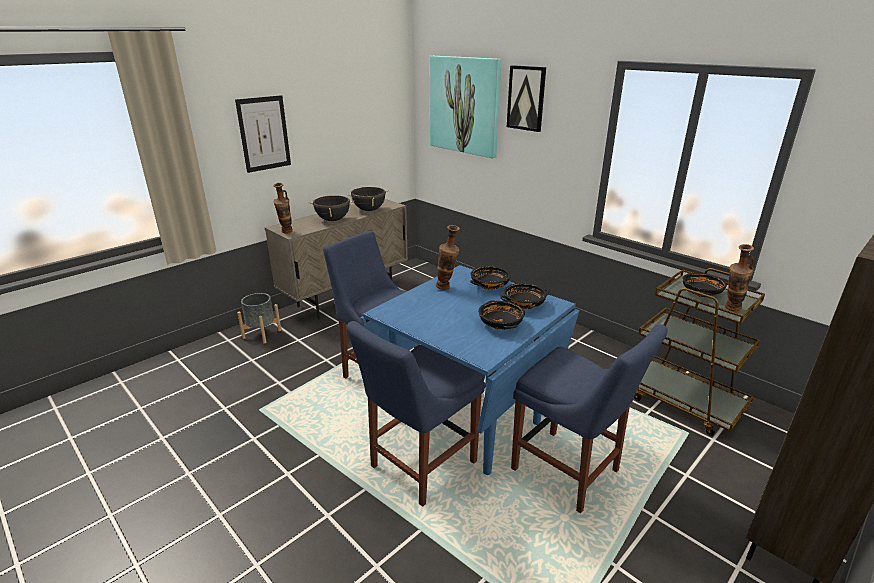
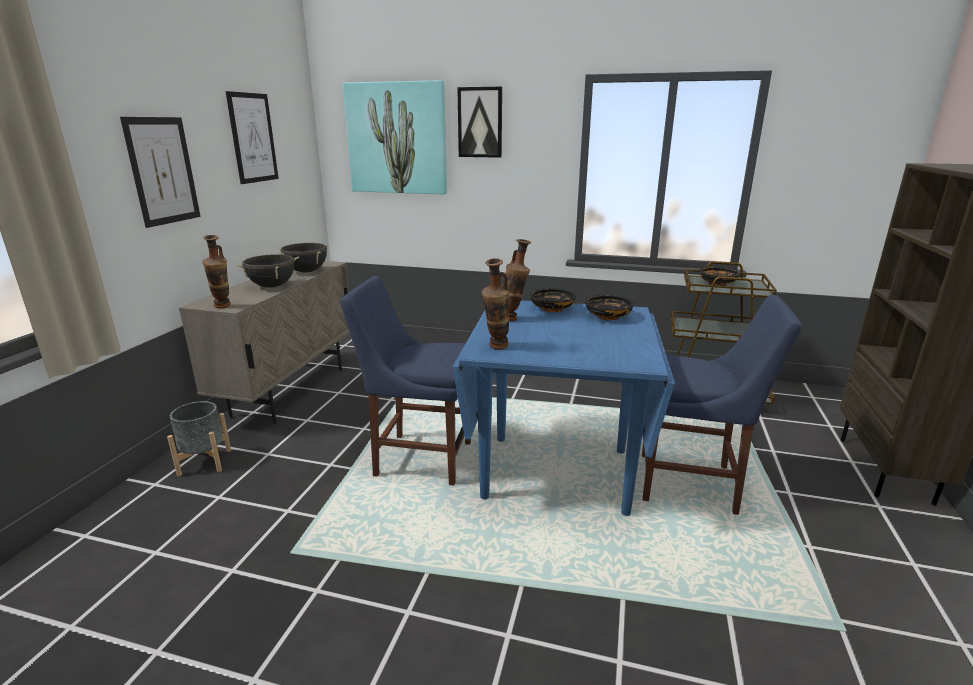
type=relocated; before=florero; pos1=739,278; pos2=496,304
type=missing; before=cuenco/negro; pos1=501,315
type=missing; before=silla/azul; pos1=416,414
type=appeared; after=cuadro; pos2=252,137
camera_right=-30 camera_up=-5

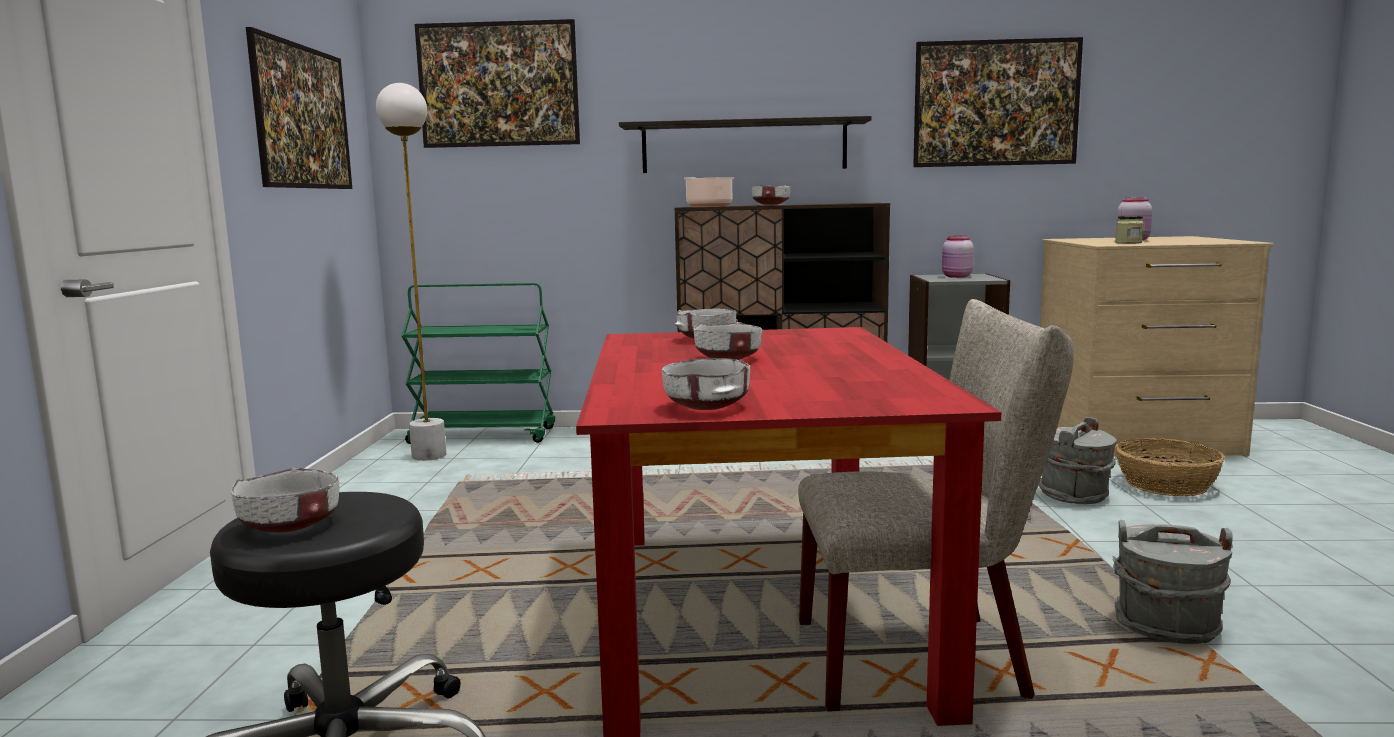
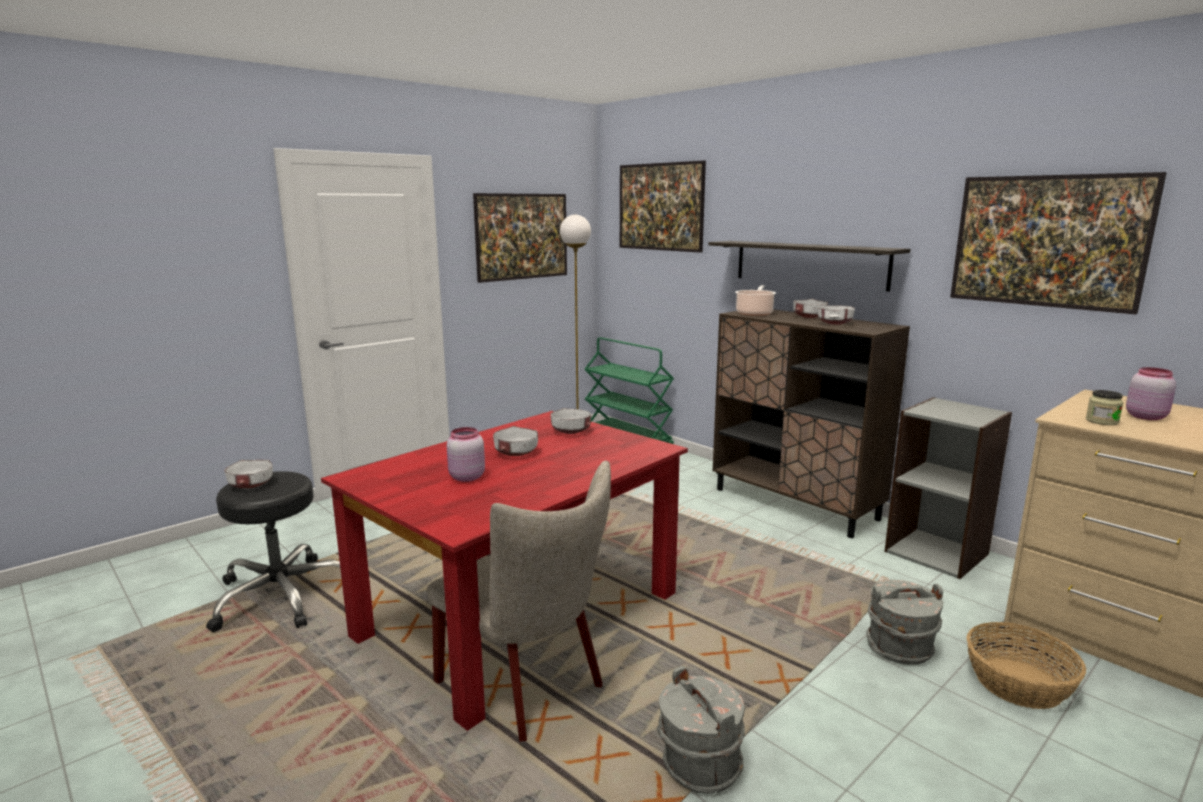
type=relocated; before=tarro/rosa; pos1=958,257; pos2=466,454
type=relocated; before=cuenco/blanco; pos1=706,384; pos2=836,315
camera_right=45 camera_up=5

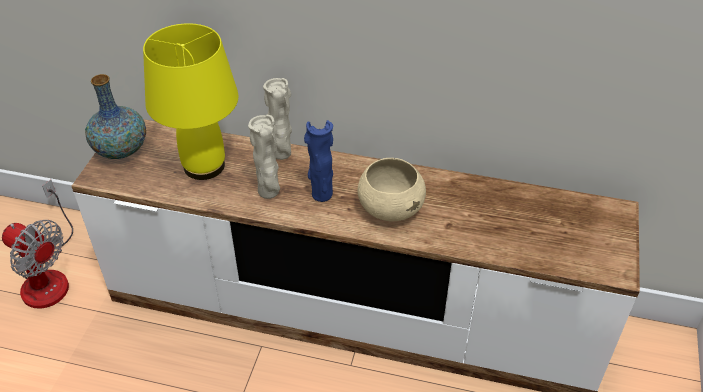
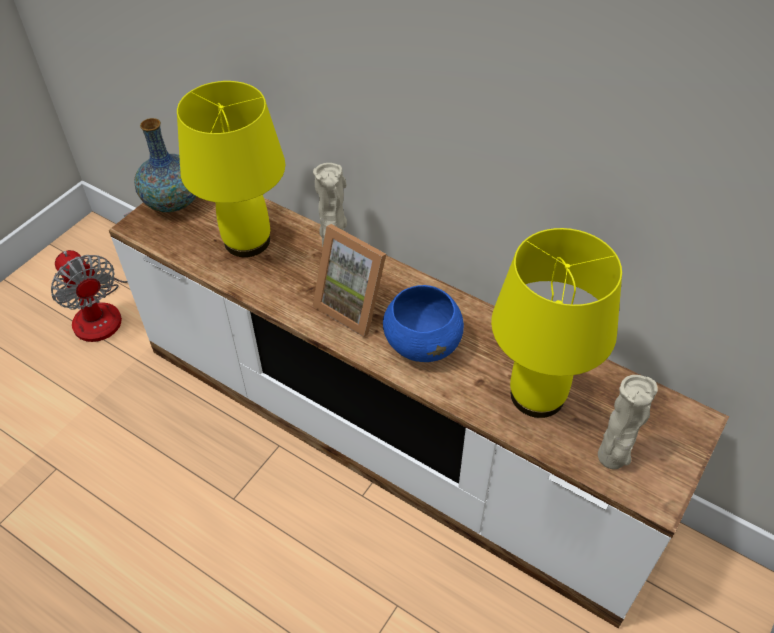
type=relocated; before=florero/beis; pos1=264,156; pos2=628,422
type=exchanged; before=florero/azul; after=portarretratos; pos1=318,161; pos2=349,280
type=colour; before=cuenco/beis; after=cuenco/azul; pos1=392,189; pos2=423,323
type=appeared; after=lámpara de mesa/amarillo; pos2=556,323
camera_right=20 camera_up=5

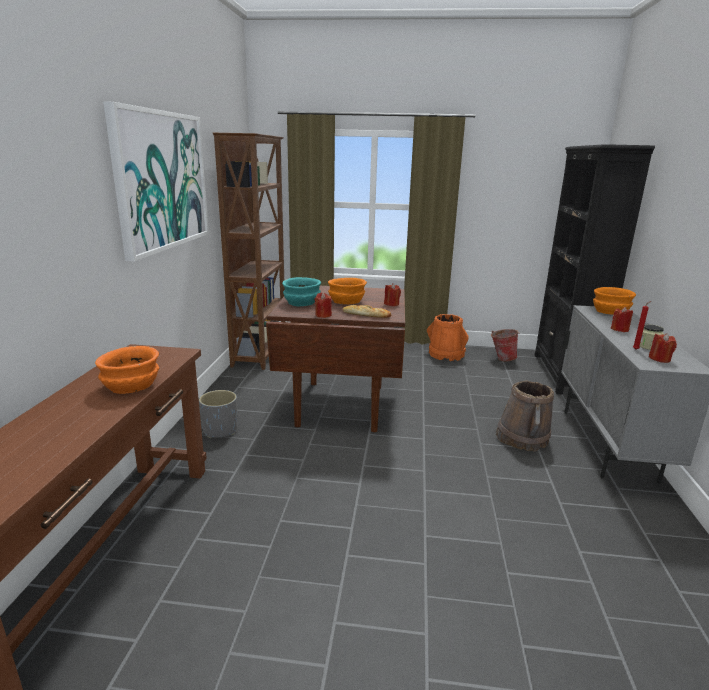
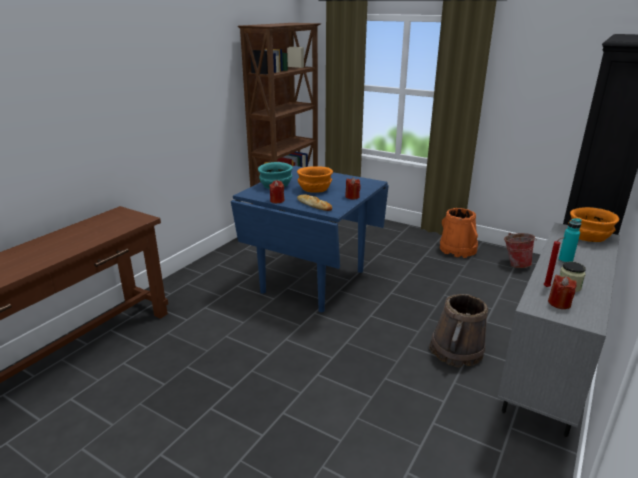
type=missing; before=cuadro; pos1=156,182
type=colour; before=mesa de comedor/marrón; after=mesa de comedor/azul; pos1=335,359; pos2=310,239
type=exchanged; before=vela/rojo; after=botella/turquesa; pos1=622,319; pos2=570,240
type=missing; before=cuenco/naranja; pos1=127,370
type=missing; before=maceta/gris; pos1=218,414
camera_right=25 camera_up=5

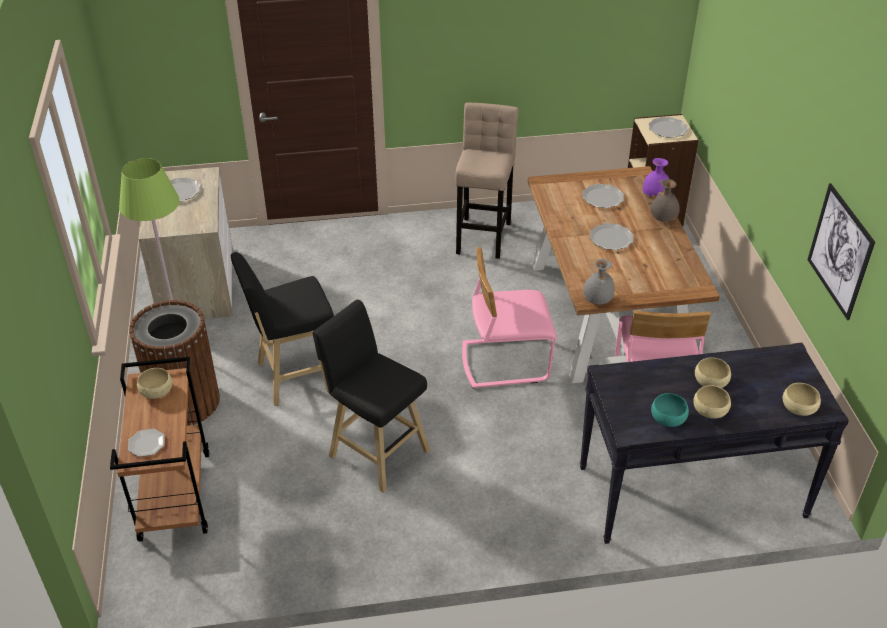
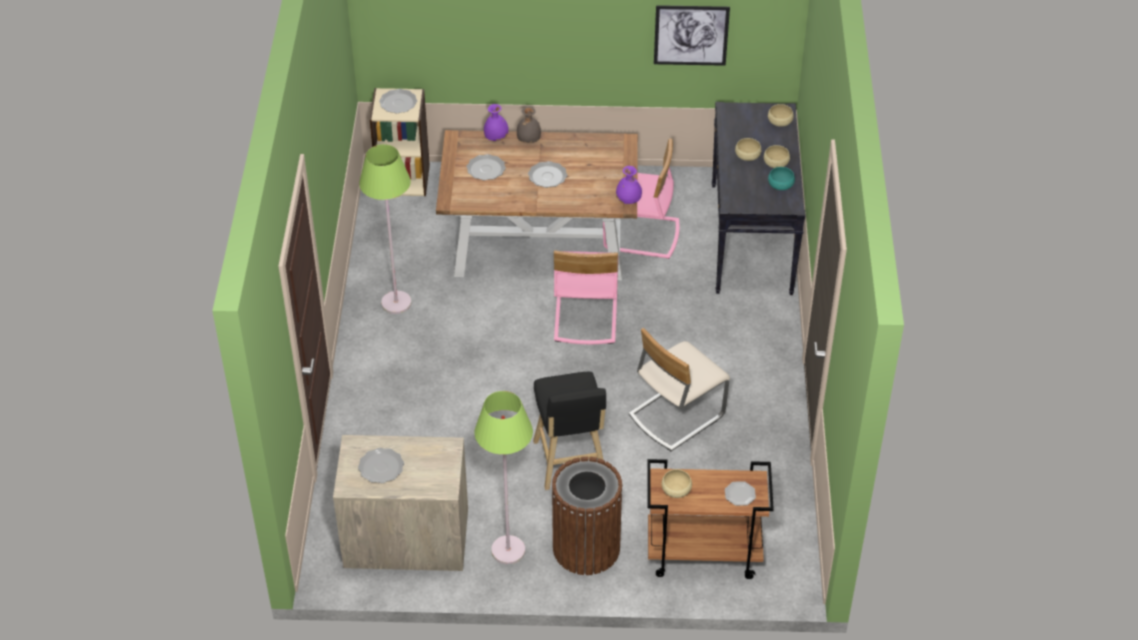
type=exchanged; before=taburete/beis; after=lámpara de pie/verde; pos1=487,181; pos2=385,229
type=colour; before=florero/gris; after=florero/morado; pos1=598,282; pos2=629,185
type=exchanged; before=taburete/negro; after=silla/beis; pos1=371,396; pos2=679,389
camera_right=-80 camera_up=5

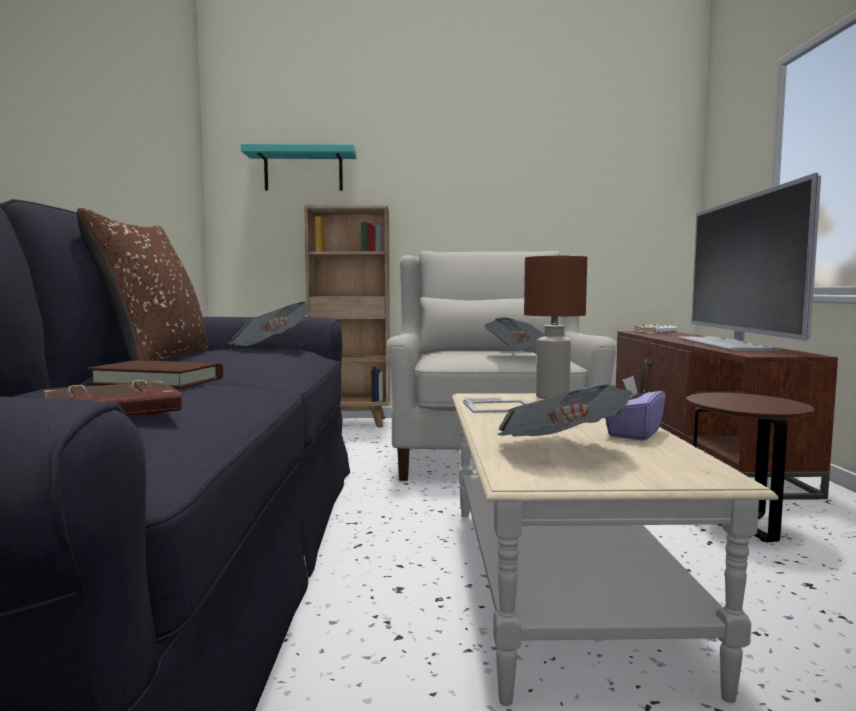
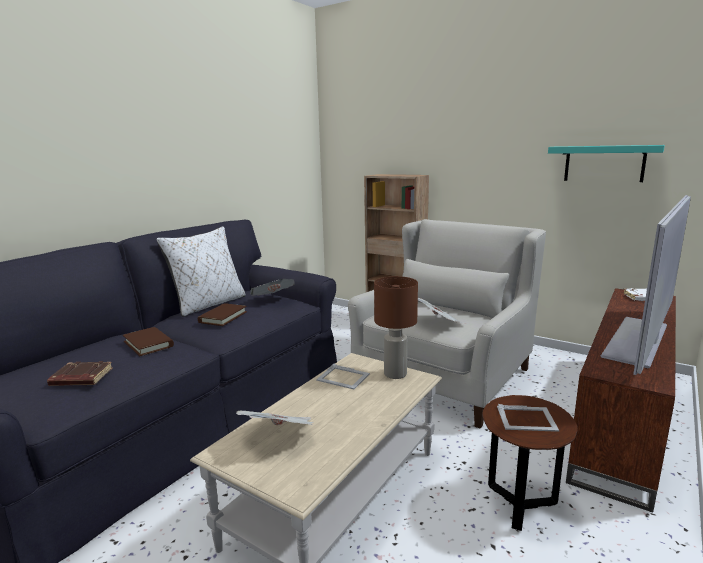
type=relocated; before=estante/turquesa; pos1=299,167; pos2=606,163
type=colour; before=cojín/marrón; after=cojín/blanco; pos1=142,284; pos2=201,272
type=missing; before=caja de pañuelos/morado; pos1=635,408
type=appeared; after=libro/marrón; pos2=222,314
type=appeared; after=portarretratos; pos2=528,418
camera_right=35 camera_up=10

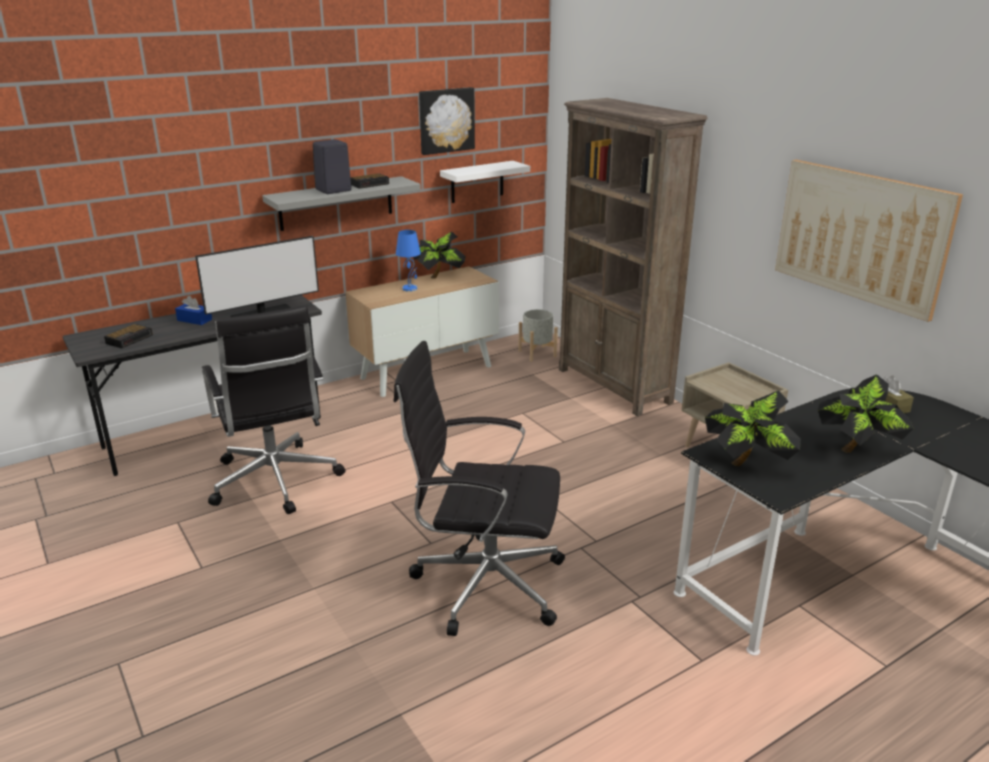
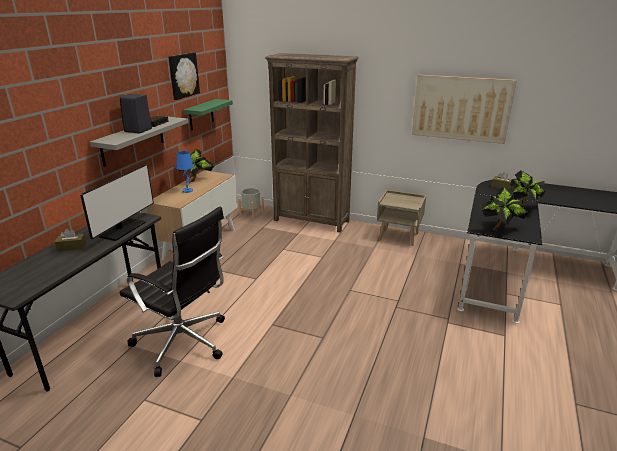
type=colour; before=estante/blanco; after=estante/verde; pos1=485,182; pos2=208,115
type=colour; before=caja de pañuelos/azul; after=caja de pañuelos/marrón; pos1=193,310; pos2=70,240
type=missing; before=despertador; pos1=128,336
type=missing; before=silla de oficina/negro; pos1=479,488
camera_right=-35 camera_up=0

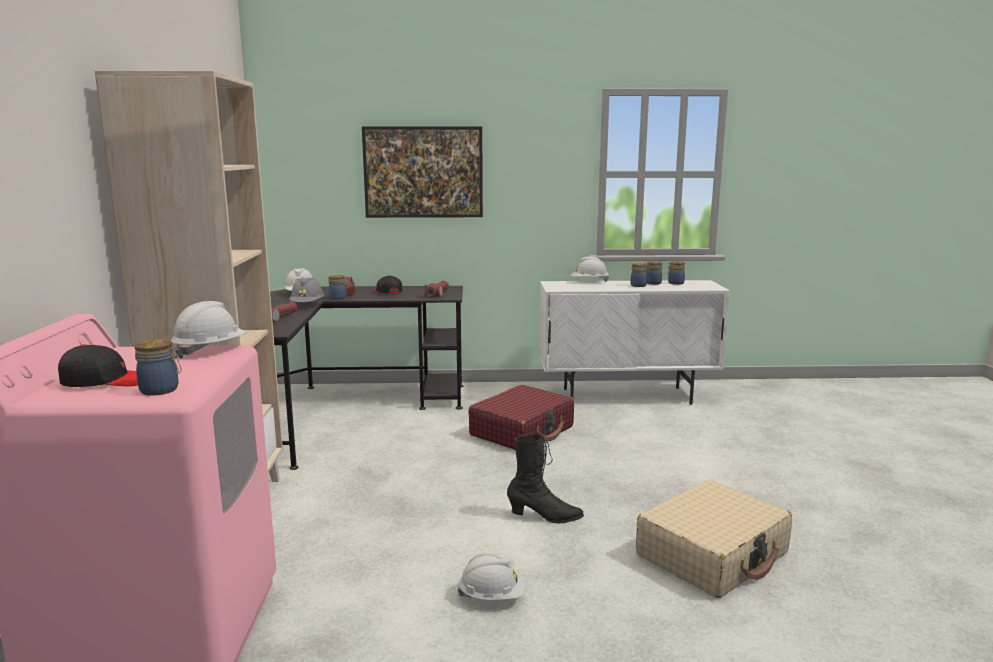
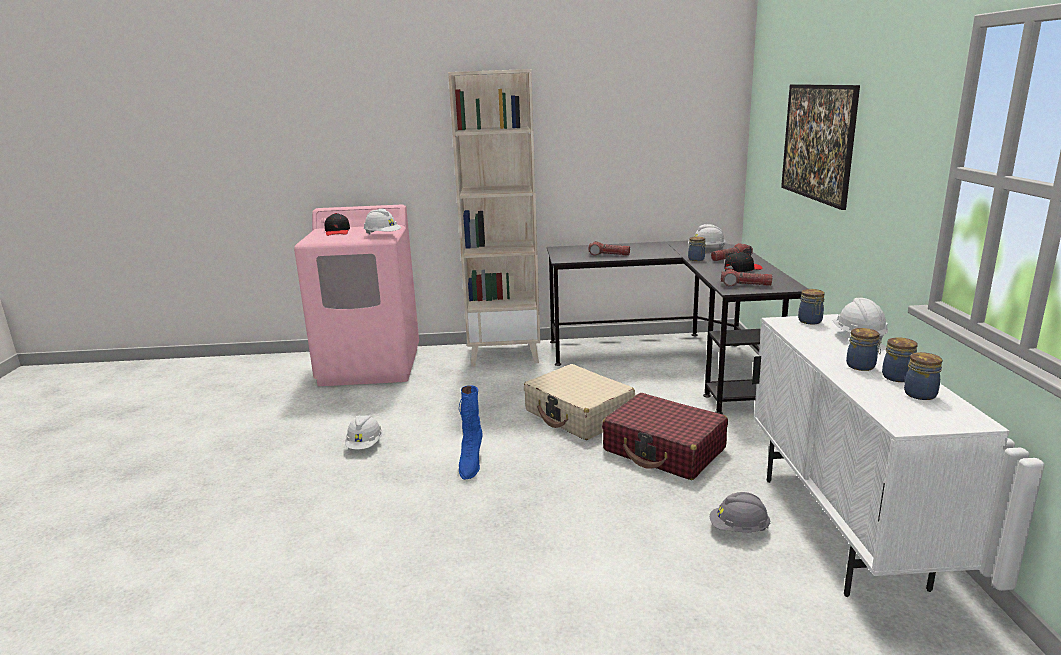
type=relocated; before=casco/gris; pos1=307,289; pos2=740,512
type=relocated; before=tarro; pos1=158,367; pos2=811,306
type=colour; before=bota/negro; after=bota/azul; pos1=545,478; pos2=471,432
type=relocated; before=maleta/beis; pos1=714,539; pos2=579,402
camera_right=90 camera_up=5

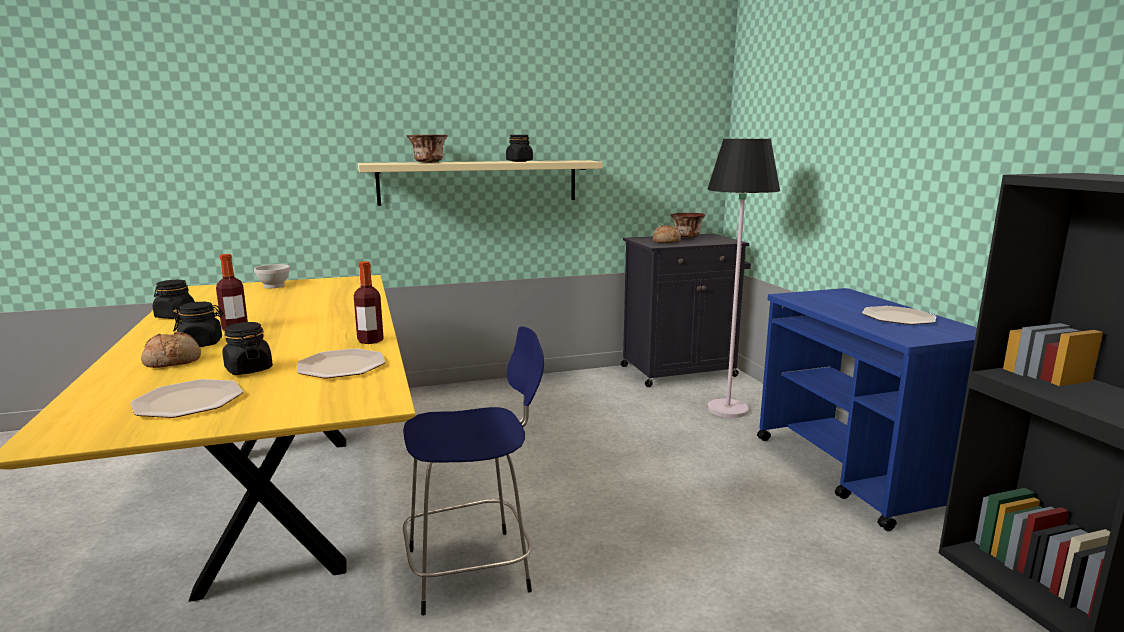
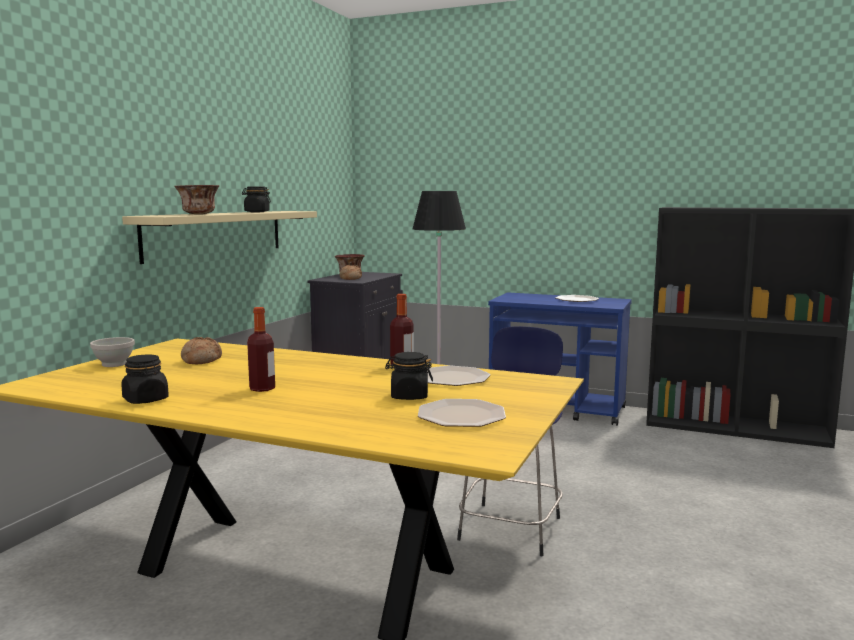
type=missing; before=tarro/negro; pos1=198,324
type=relocated; before=pan; pos1=171,349; pos2=201,350
camera_right=-50 camera_up=-5

